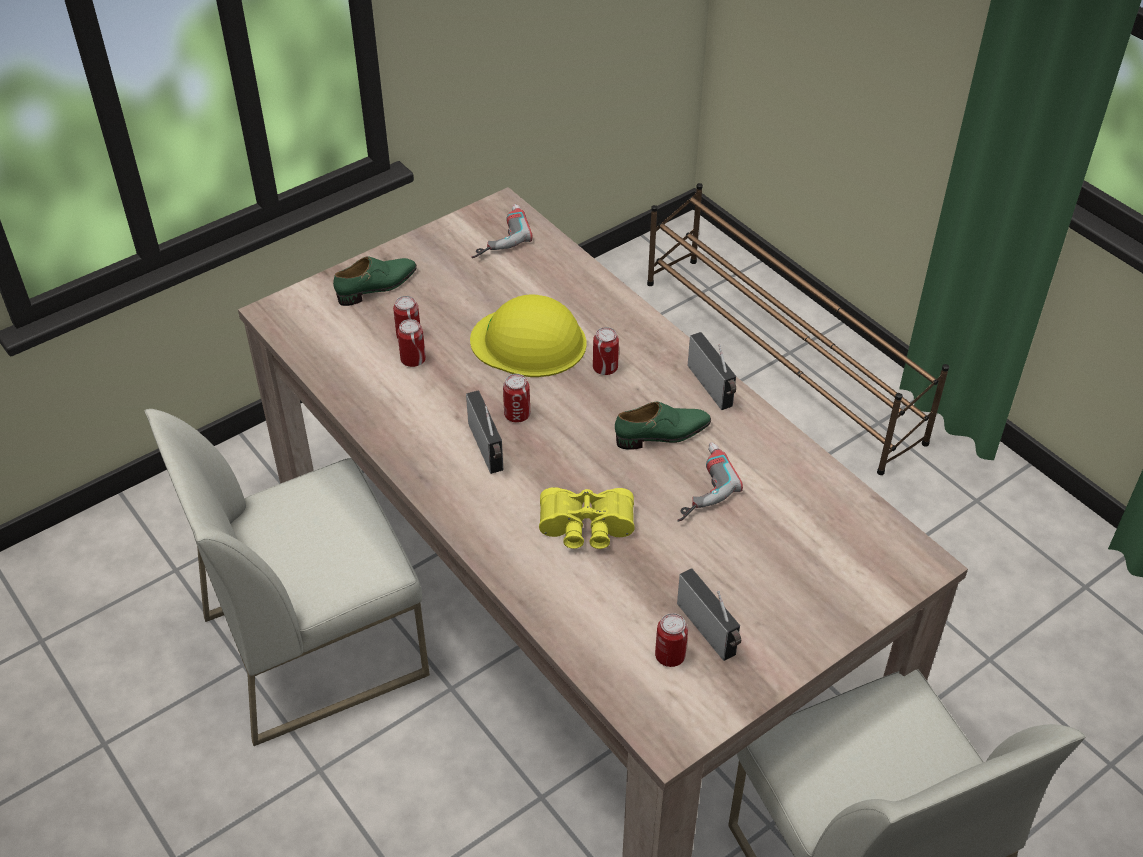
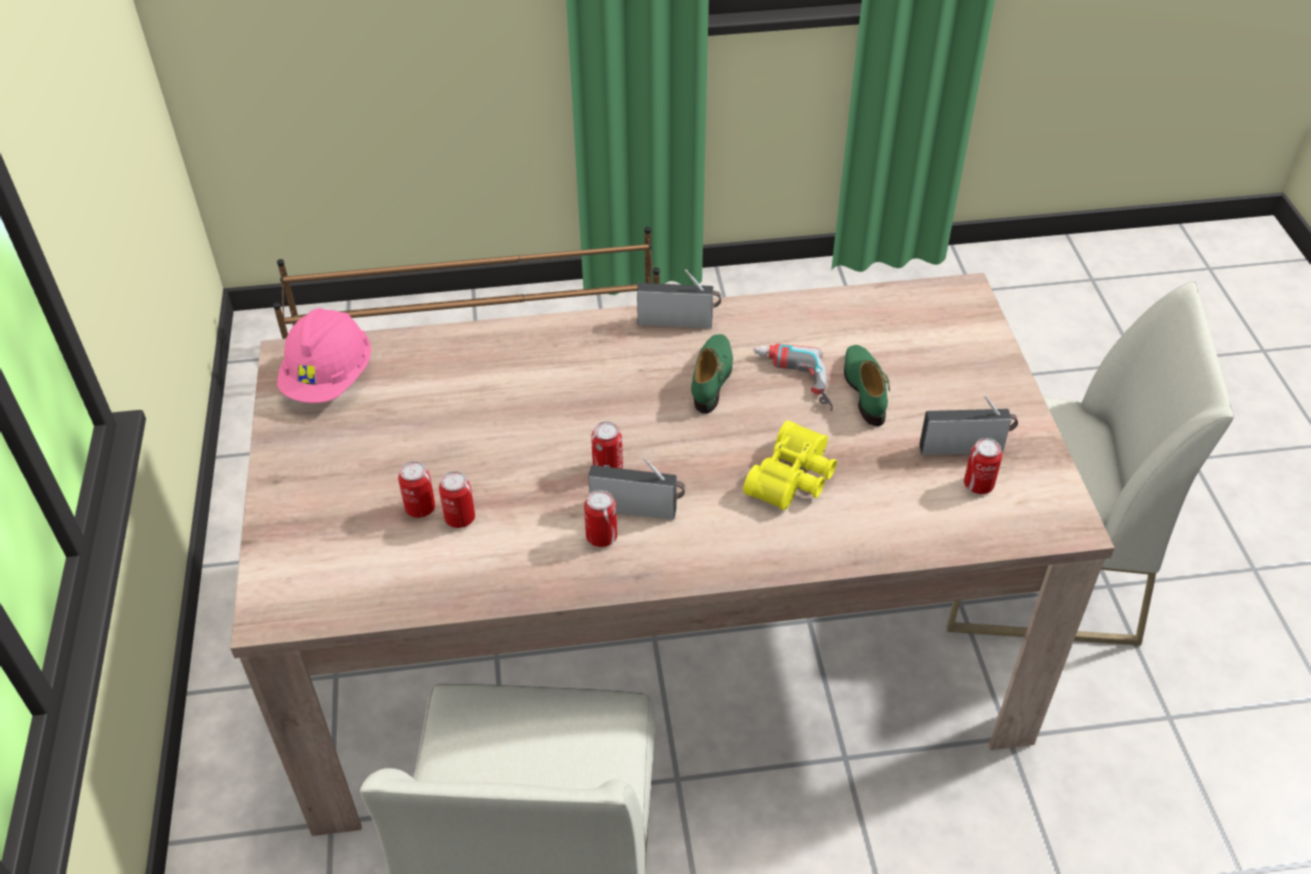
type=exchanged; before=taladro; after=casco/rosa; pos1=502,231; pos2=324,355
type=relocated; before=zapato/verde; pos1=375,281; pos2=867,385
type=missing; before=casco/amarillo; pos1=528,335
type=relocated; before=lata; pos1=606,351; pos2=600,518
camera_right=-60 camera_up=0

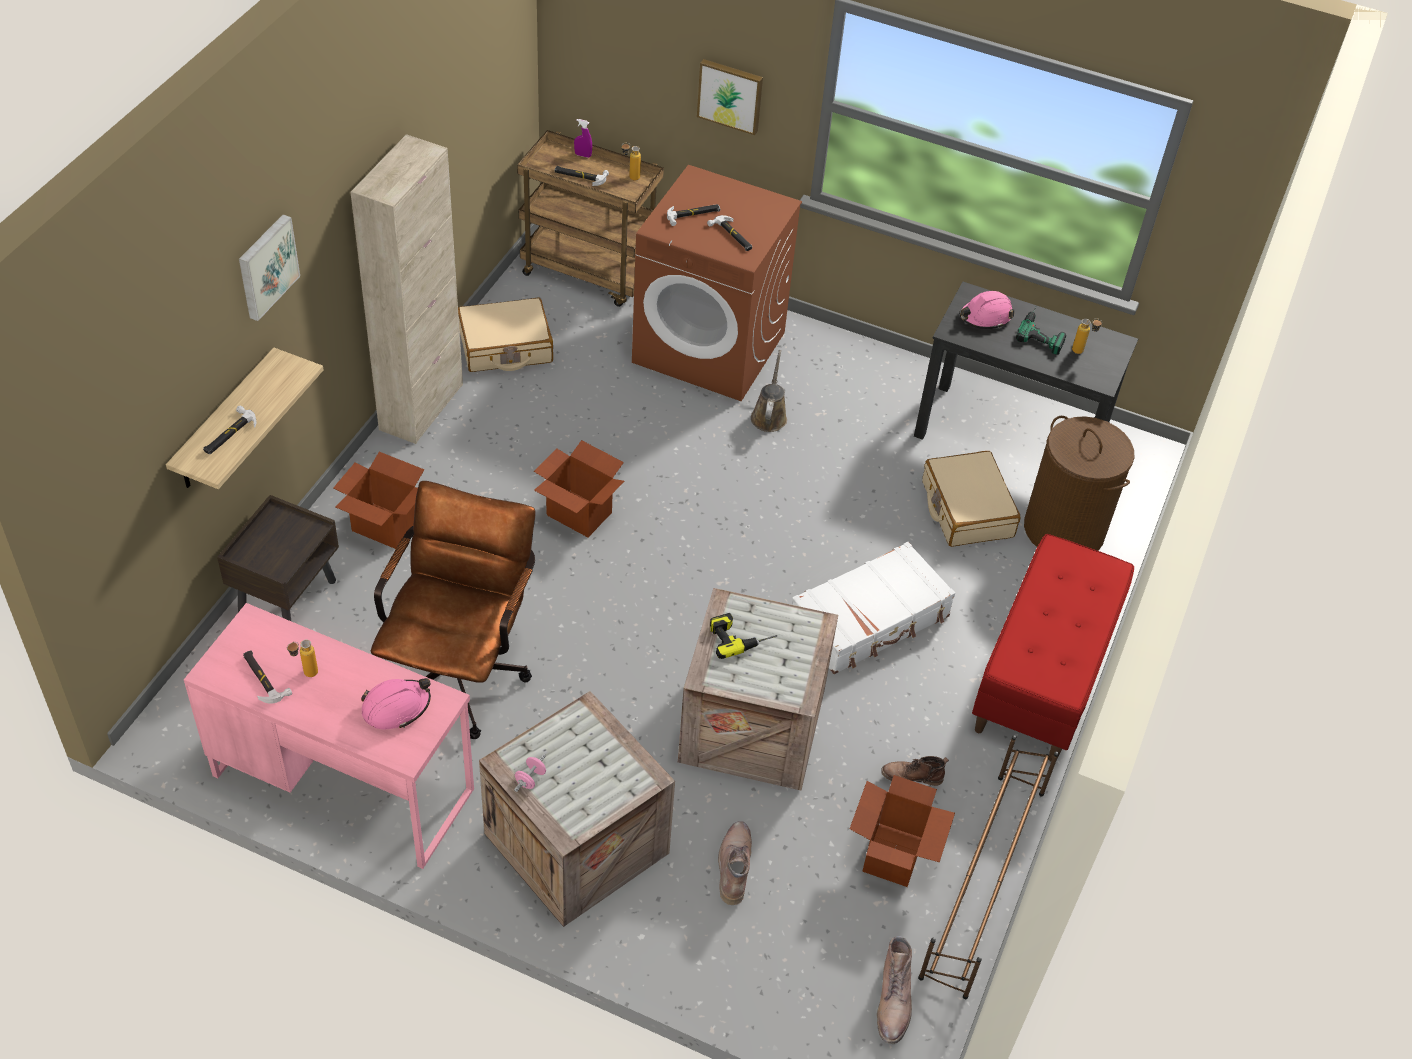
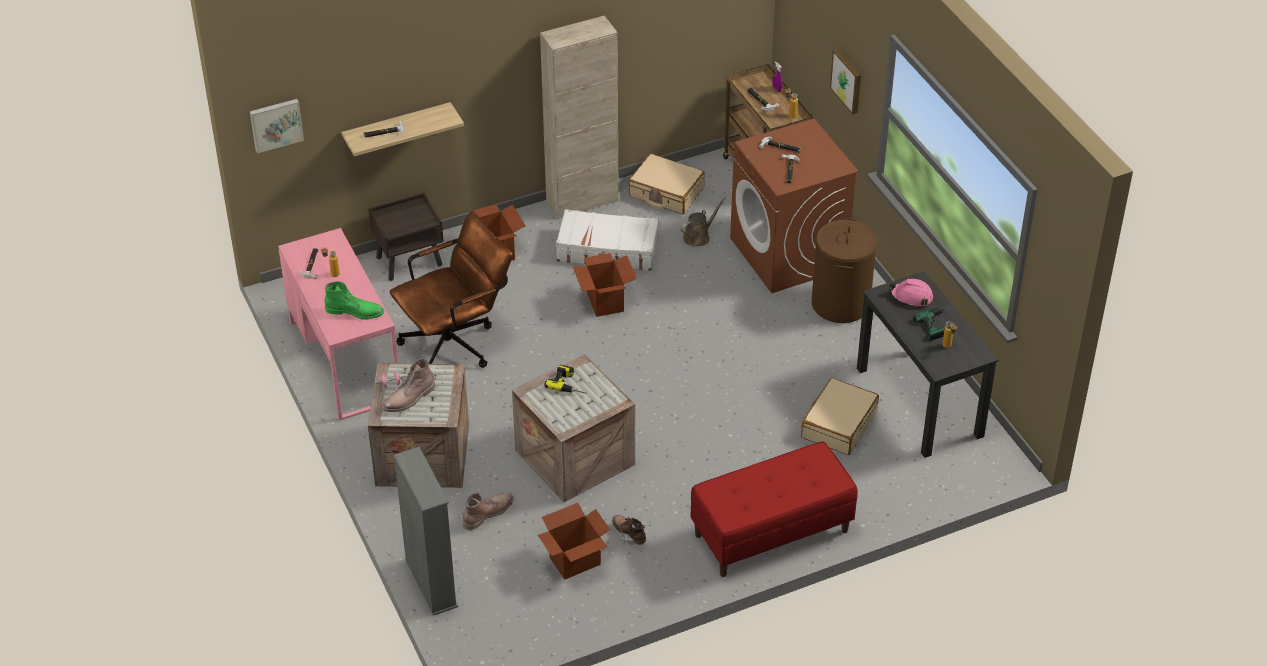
type=relocated; before=cuadro; pos1=269,267; pos2=277,126
type=relocated; before=regadera/marrón; pos1=769,391; pos2=704,221
type=relocated; before=cesto de la ropa/marrón; pos1=1079,483; pos2=844,270
type=relocated; before=maleta/blanco; pos1=873,608; pos2=607,239
type=exchanged; before=casco/rosa; after=bota/verde; pos1=396,703; pos2=354,300
type=missing; before=zapatero/marrón; pos1=988,867
type=relocated; before=bota/marrón; pos1=894,990; pos2=408,385
type=appeared; after=estantería/gris; pos2=426,531
camera_right=45 camera_up=-5

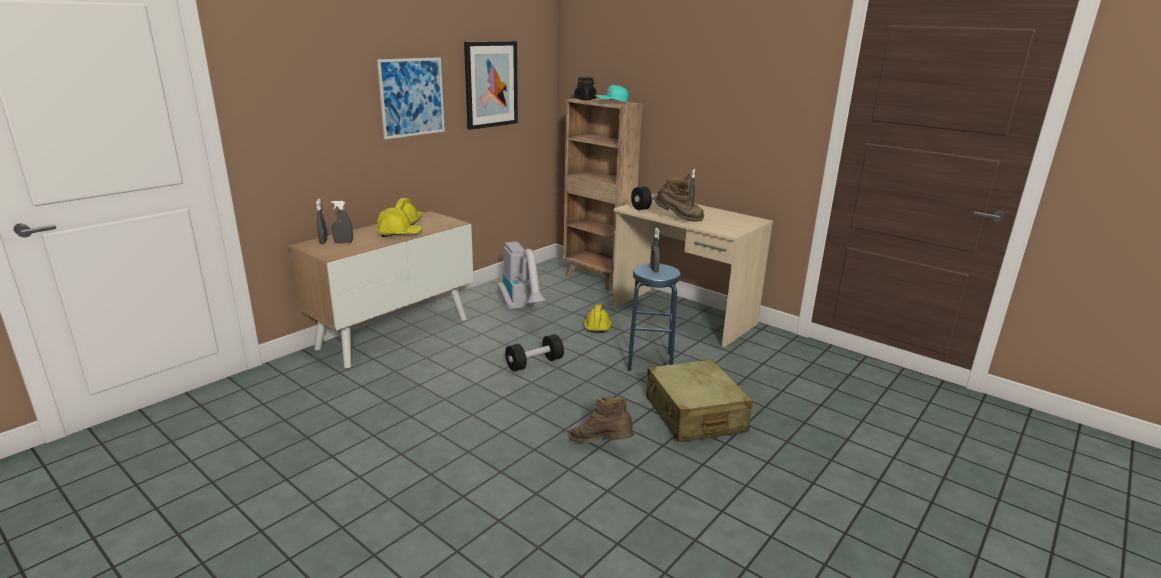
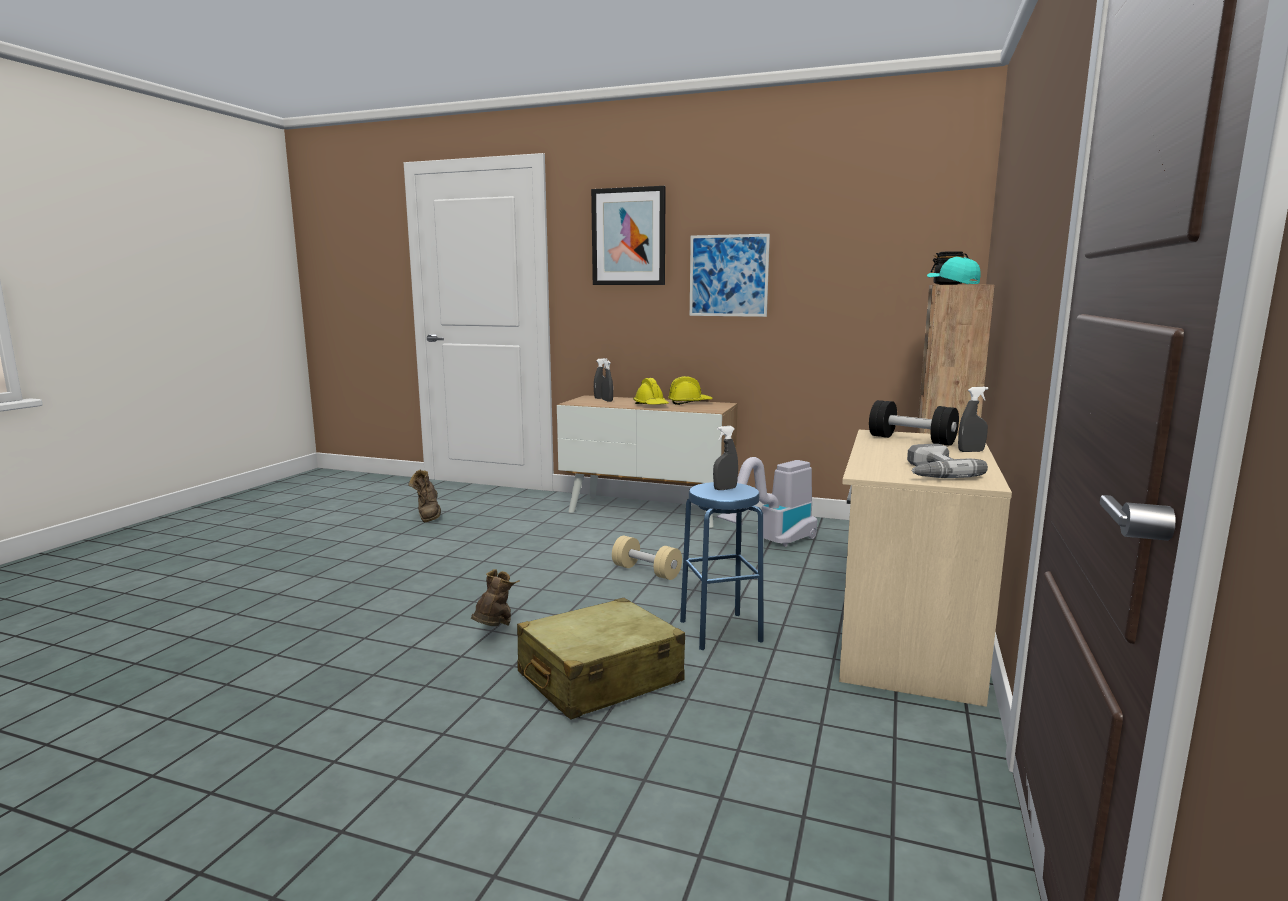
type=relocated; before=cuadro; pos1=491,85; pos2=628,235
type=relocated; before=bota/marrón; pos1=679,200; pos2=424,496
type=missing; before=casco/amarillo; pos1=597,318
type=colour; before=mancuerna/negro; after=mancuerna/beis; pos1=534,353; pos2=647,558
type=appeared; after=taladro; pos2=947,461
camera_right=70 camera_up=-10

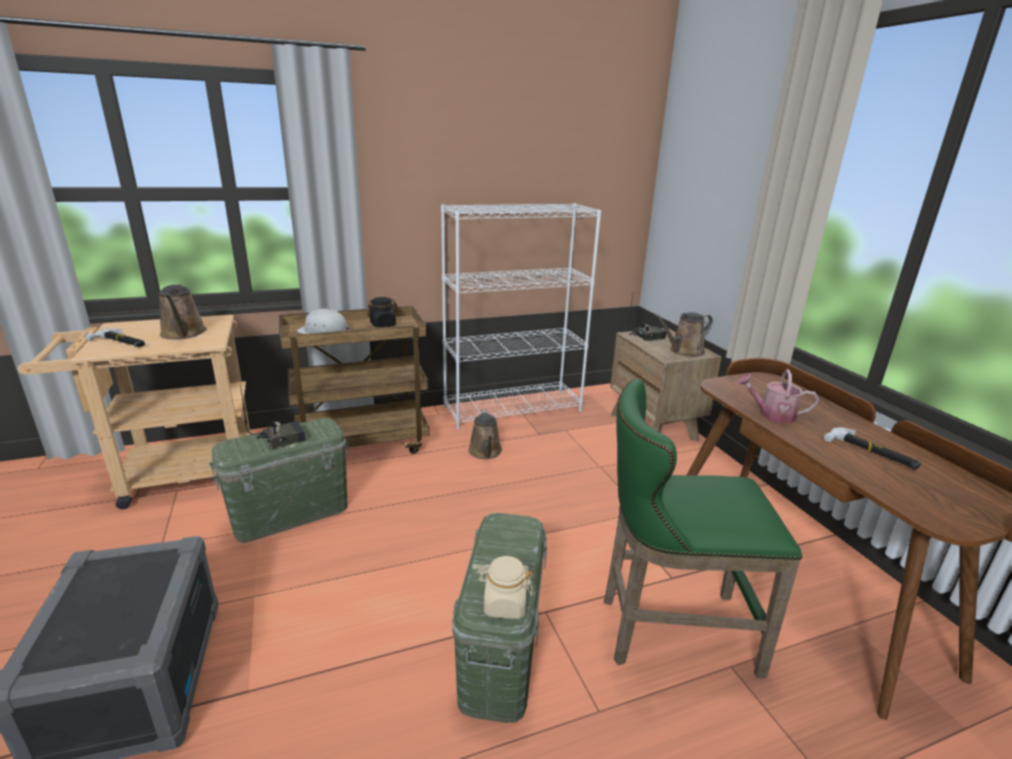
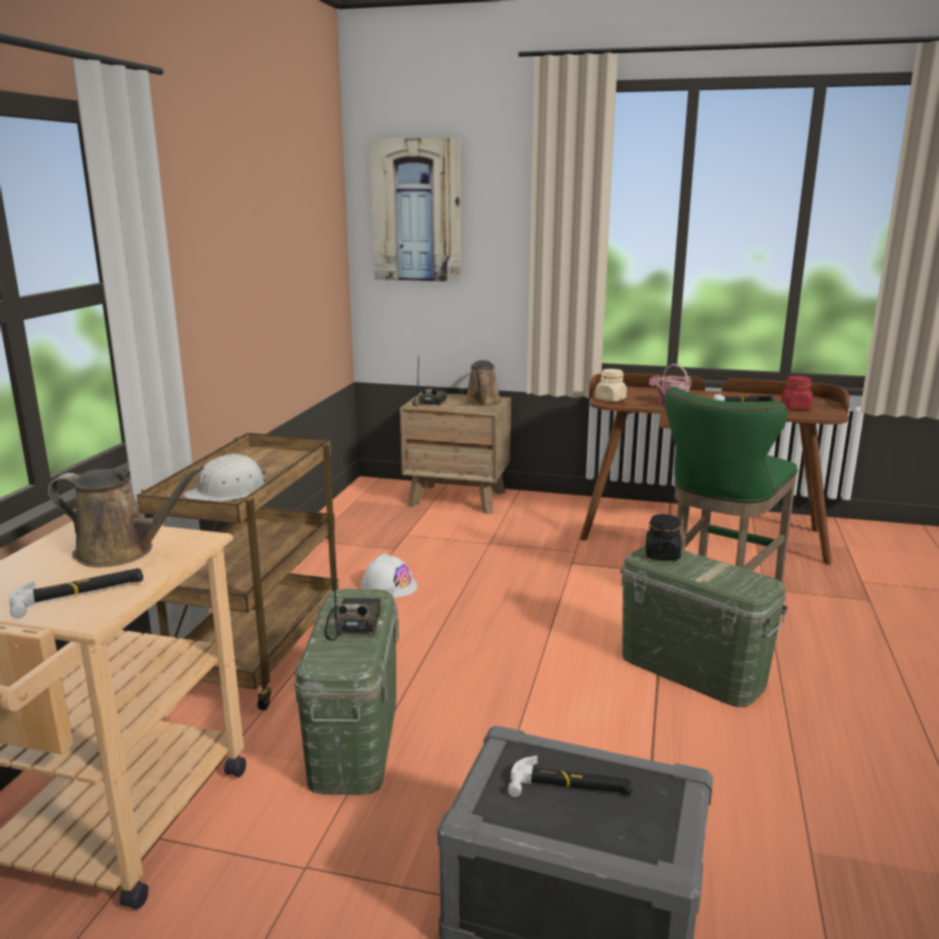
type=missing; before=estantería/blanco; pos1=521,316
type=relocated; before=tarro/negro; pos1=382,312; pos2=663,537
type=exchanged; before=regadera/marrón; after=casco/blanco; pos1=485,434; pos2=389,575
type=relocated; before=tarro/beis; pos1=505,587; pos2=611,385
type=appeared; after=cuadro; pos2=415,210
type=appeared; after=tarro/rojo; pos2=797,393
type=appeared; after=martillo; pos2=570,776
camera_right=-55 camera_up=-5

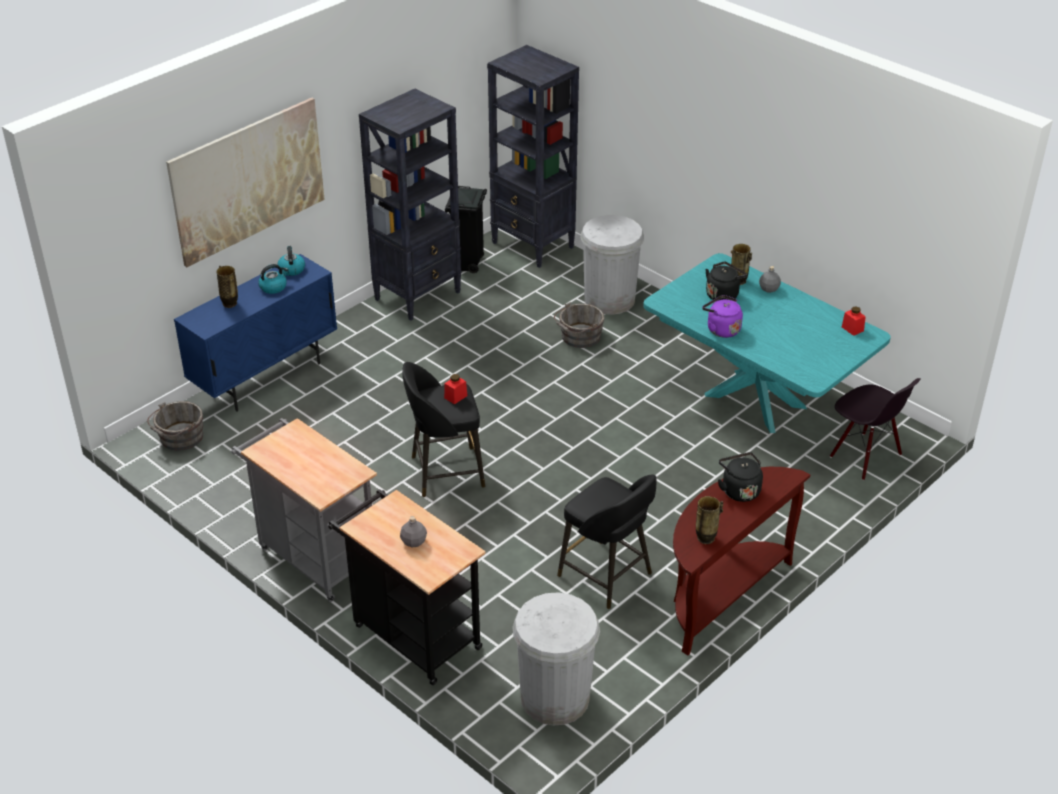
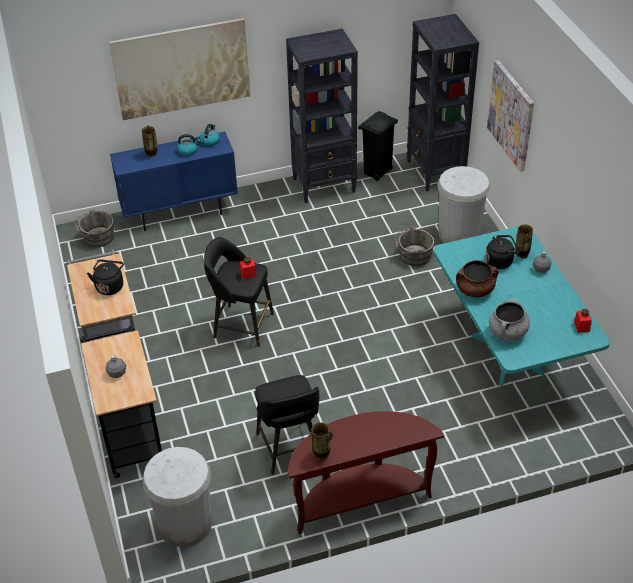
type=exchanged; before=hervidor/morado; after=olla/marrón; pos1=722,316; pos2=477,279
type=missing; before=silla/negro; pos1=875,429
type=relocated; before=hervidor/negro; pos1=740,477; pos2=105,277
type=appeared; after=cuadro; pos2=510,116
type=appeared; after=olla/gris; pos2=509,319
camera_right=30 camera_up=5

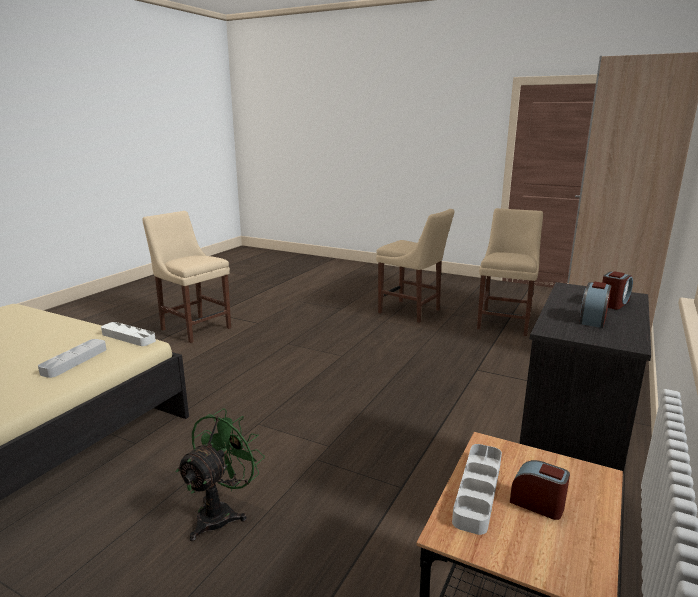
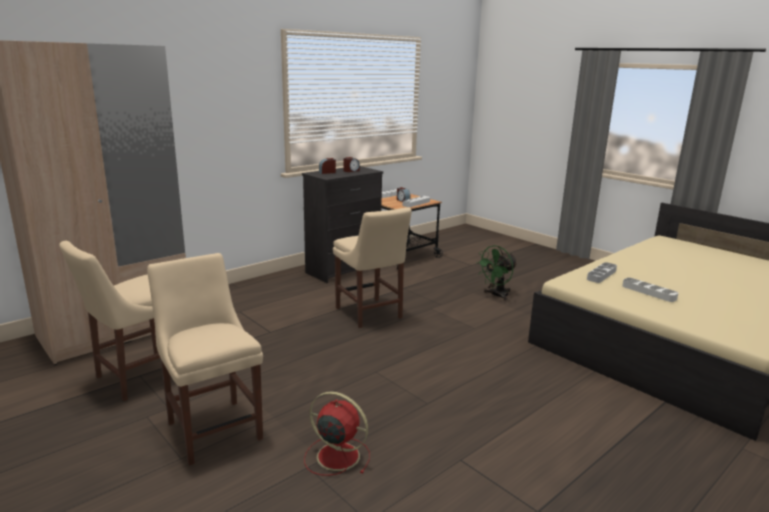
type=relocated; before=silla/beis; pos1=186,277; pos2=372,267
type=relocated; before=bandeja/blanco; pos1=128,334; pos2=650,290
type=appeared; after=ventilador/rojo; pos2=337,433
camera_right=-160 camera_up=0

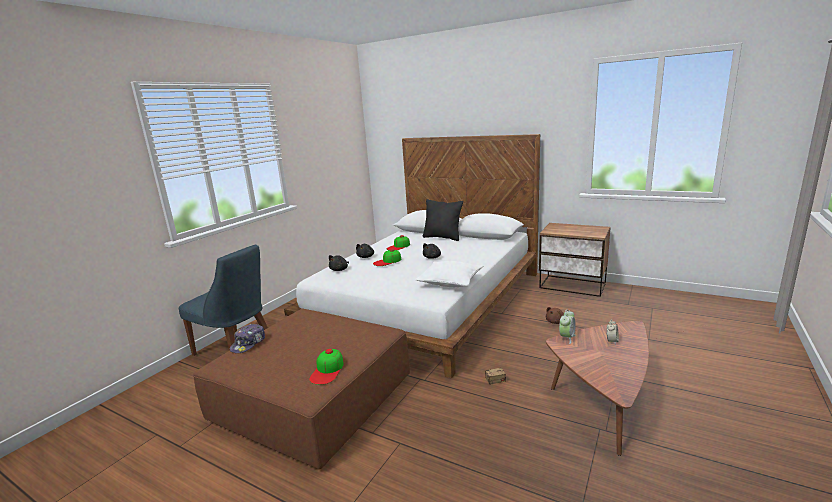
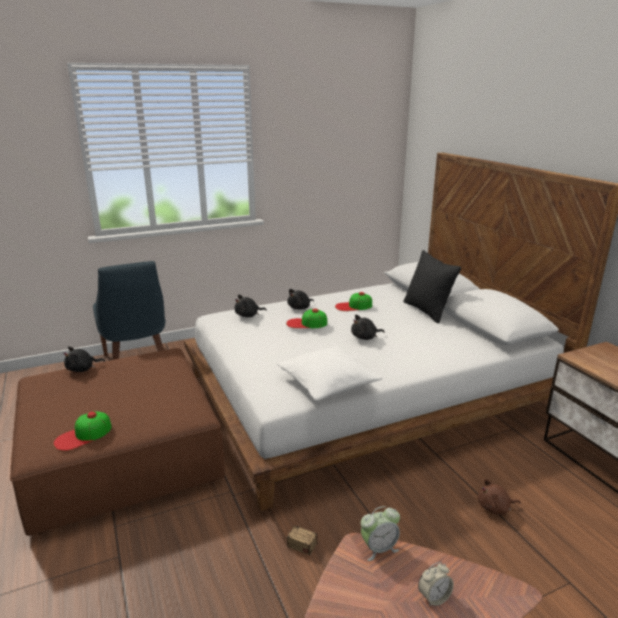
type=exchanged; before=gorra; after=peluche/negro; pos1=247,338; pos2=84,359
camera_right=35 camera_up=5

